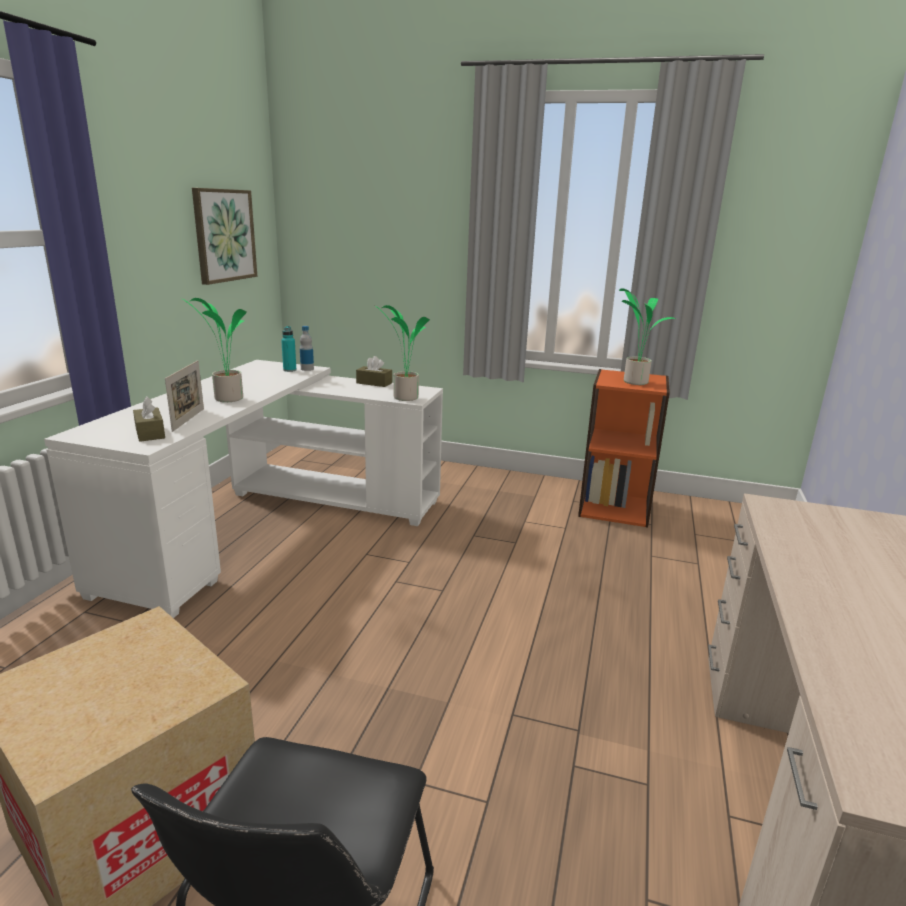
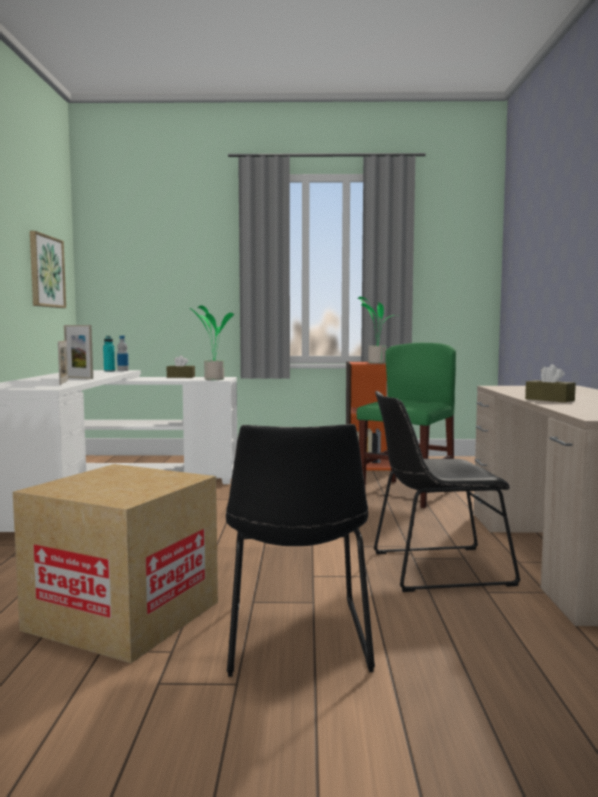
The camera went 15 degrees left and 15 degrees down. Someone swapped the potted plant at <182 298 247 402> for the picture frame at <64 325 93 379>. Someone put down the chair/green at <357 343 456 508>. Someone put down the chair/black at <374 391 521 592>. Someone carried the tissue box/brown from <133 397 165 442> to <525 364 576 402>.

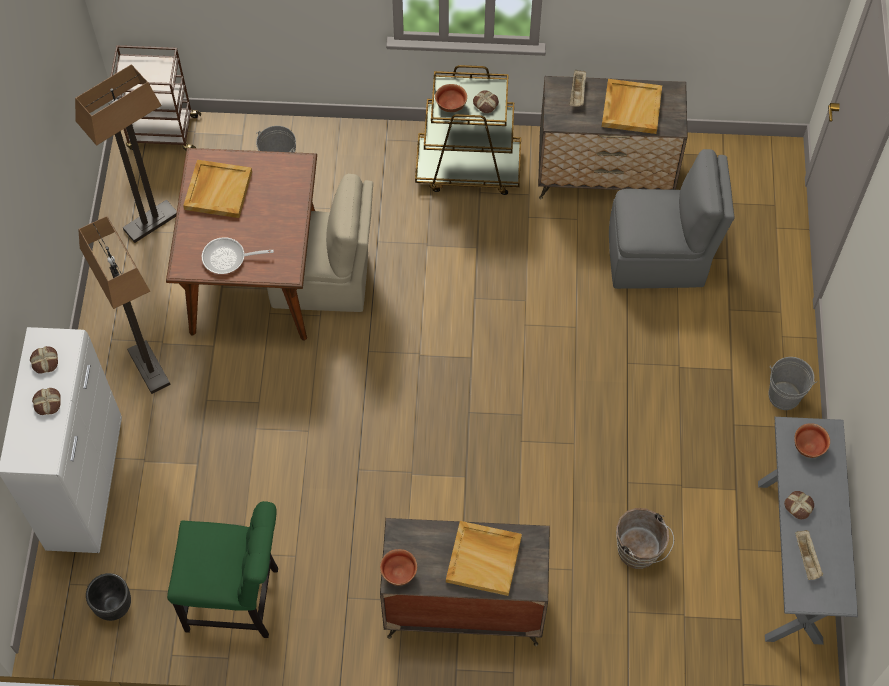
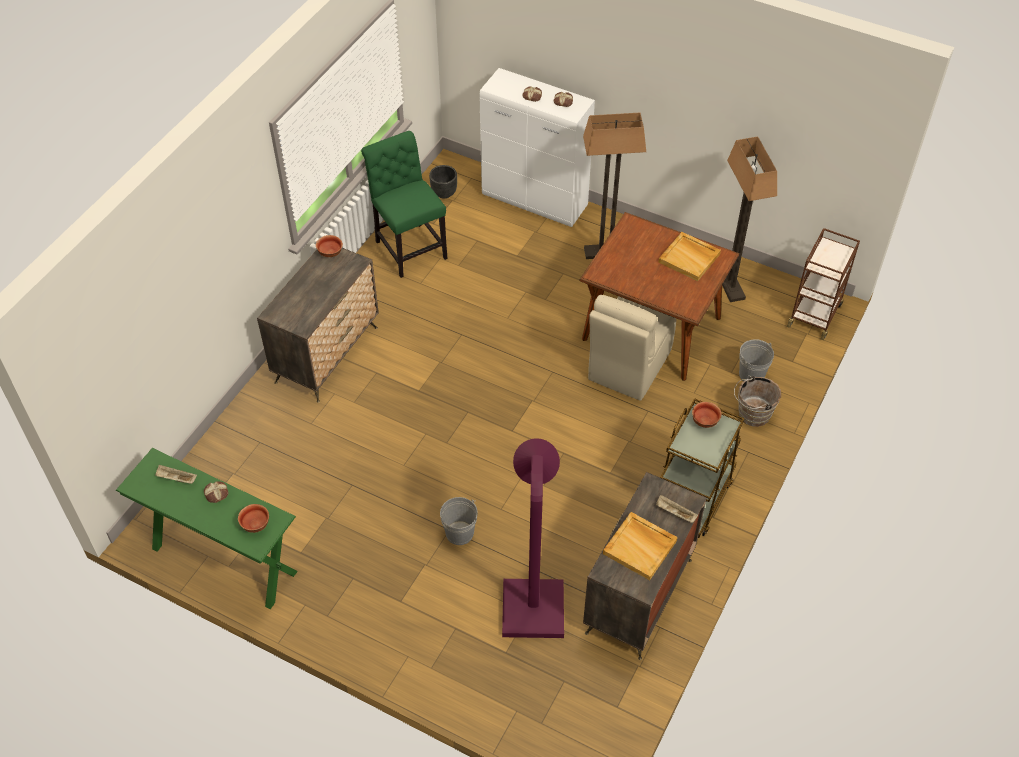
The camera went 115 degrees right and 10 degrees down. Someone repainted the console table/grey at <758 417 858 645>, which became the console table/green at <116 448 298 609>. Someone rotated the chair/green at <167 501 278 638> by 120 degrees clockwise. Someone carried the bucket/grey from <769 357 817 410> to <440 497 478 545>. Someone swapped the chair/grey at <609 149 735 289> for the floor lamp/purple at <502 438 564 638>. Someone carried the bucket/brown from <616 508 674 569> to <734 376 781 427>. Someone took away the frying pan at <202 237 274 274>. Someone took away the tray/beige at <446 521 522 596>. Someone took away the bread at <473 90 499 113>.

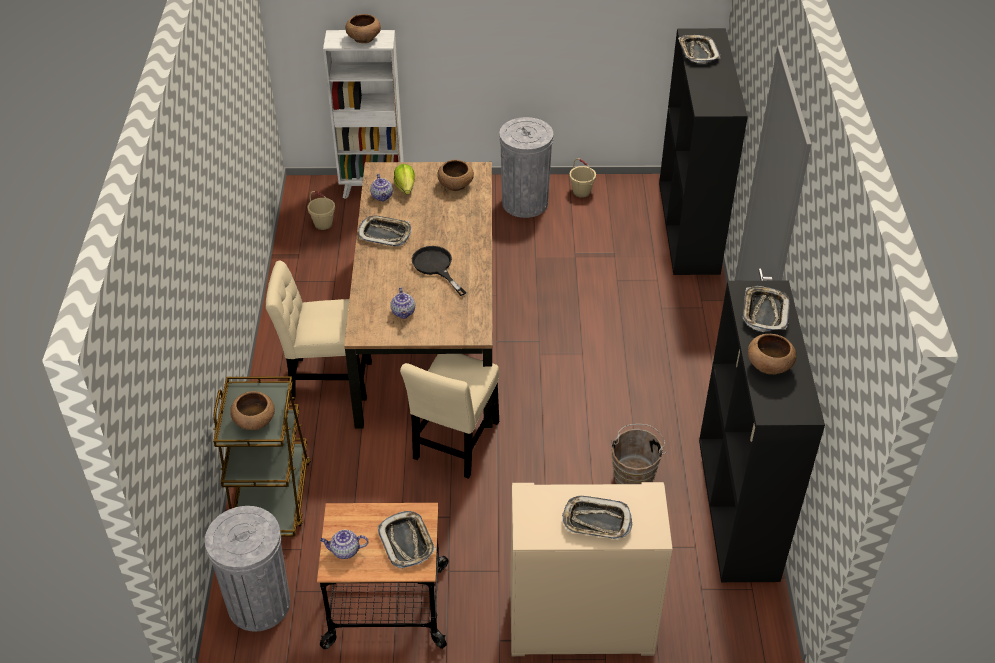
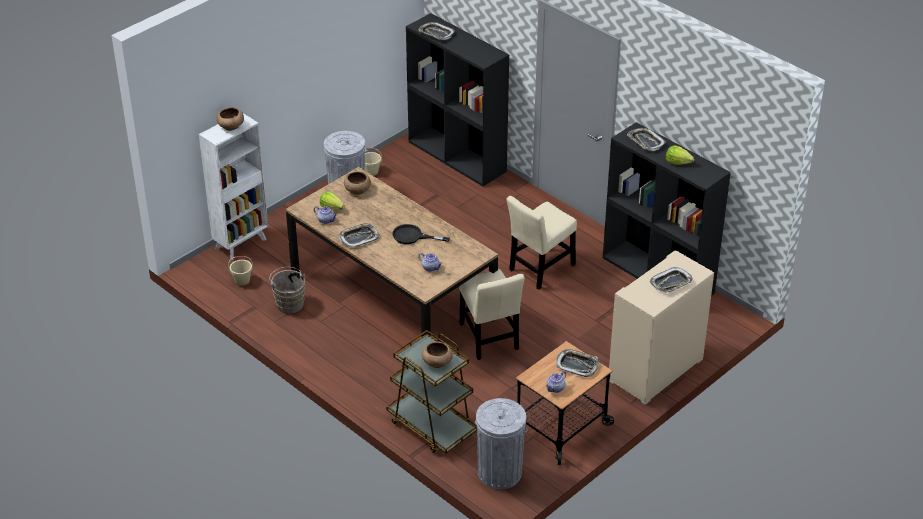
The camera went 45 degrees left and 5 degrees down. Someone carried the bucket/brown from <611 424 667 484> to <269 267 305 314>. Someone carried the chair/beige from <266 260 372 400> to <506 196 577 290>. Someone swapped the bowl/brown at <748 334 797 375> for the lettuce at <666 145 694 165>.

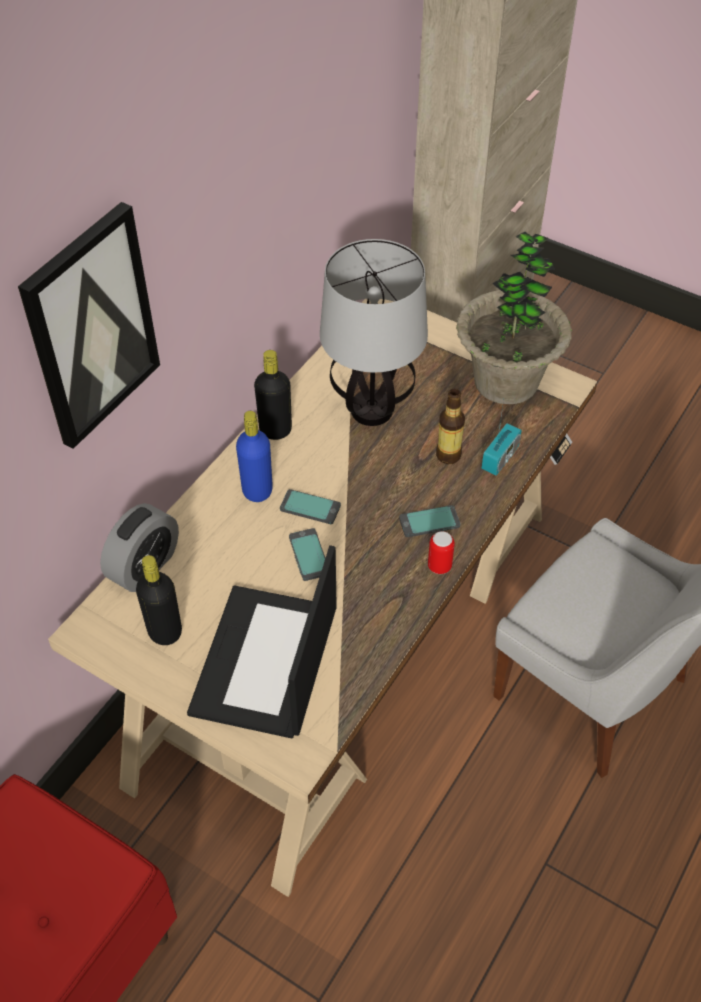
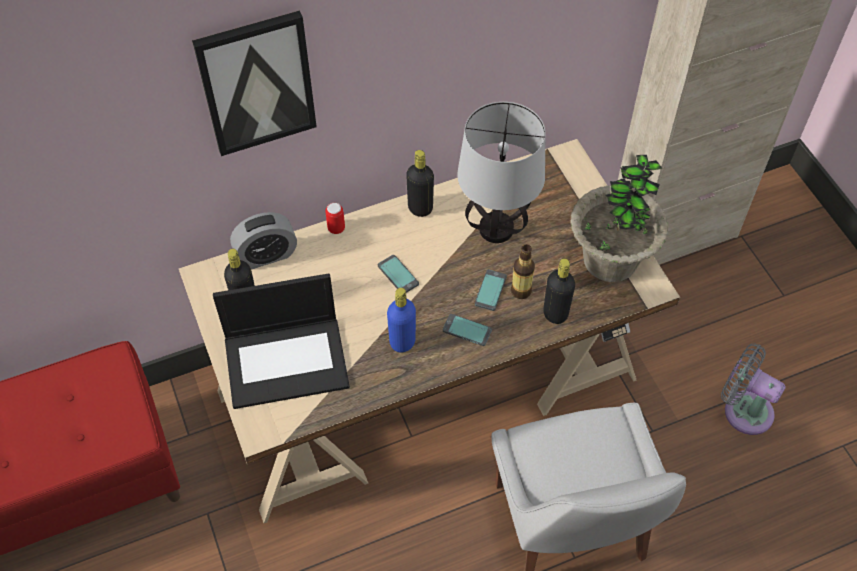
The camera went 35 degrees right and 5 degrees up. Someone rotated the laptop at <187 545 337 739> by 150 degrees counterclockwise. Someone carried the can from <428 531 455 574> to <325 203 345 234>. Someone carried the bottle/blue from <236 411 273 502> to <387 288 416 352>. Someone carried the phone from <289 528 325 581> to <475 270 507 311>. Someone swapped the radio at <482 401 522 476> for the bottle/black at <543 258 575 324>. Someone put down the fan/grey at <721 344 786 435>.

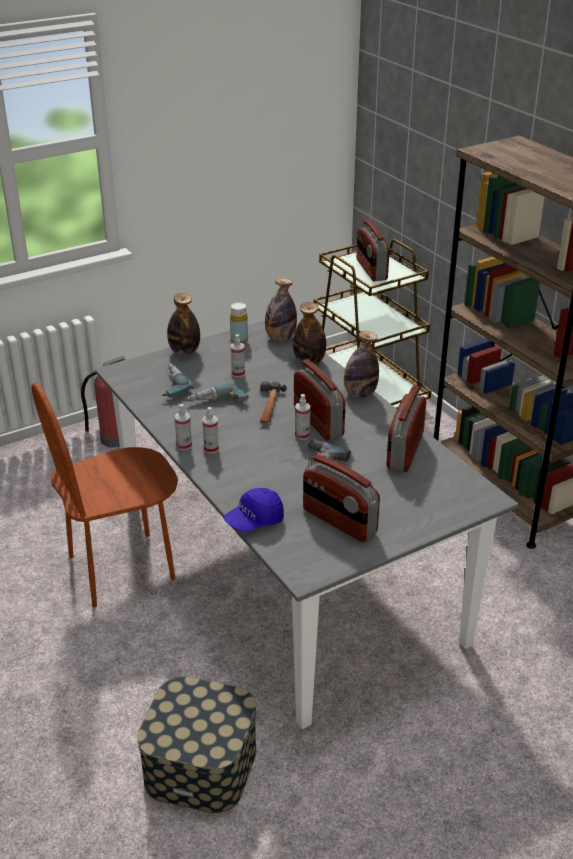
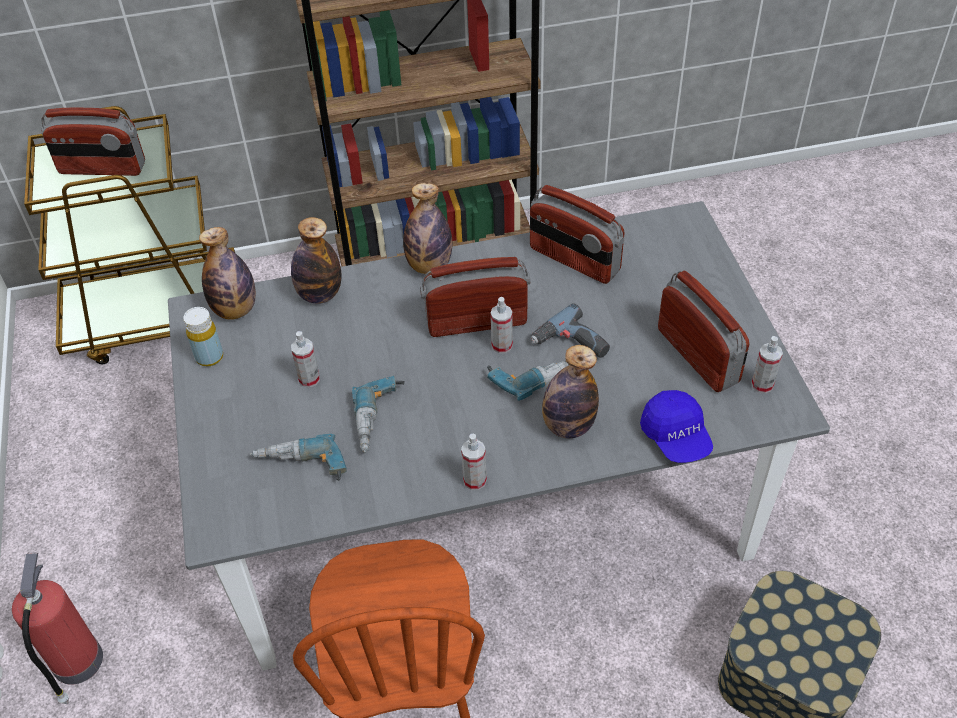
The camera went 70 degrees left and 15 degrees up. Someone put down the power drill at <487 360 569 401>. Someone carried the bottle from <167 293 200 356> to <542 345 599 438>. Someone rotated the radio at <303 454 380 542> by 90 degrees counterclockwise. Someone carried the spray bottle from <202 407 219 454> to <751 336 783 393>. Someone took away the hammer at <260 381 287 423>.

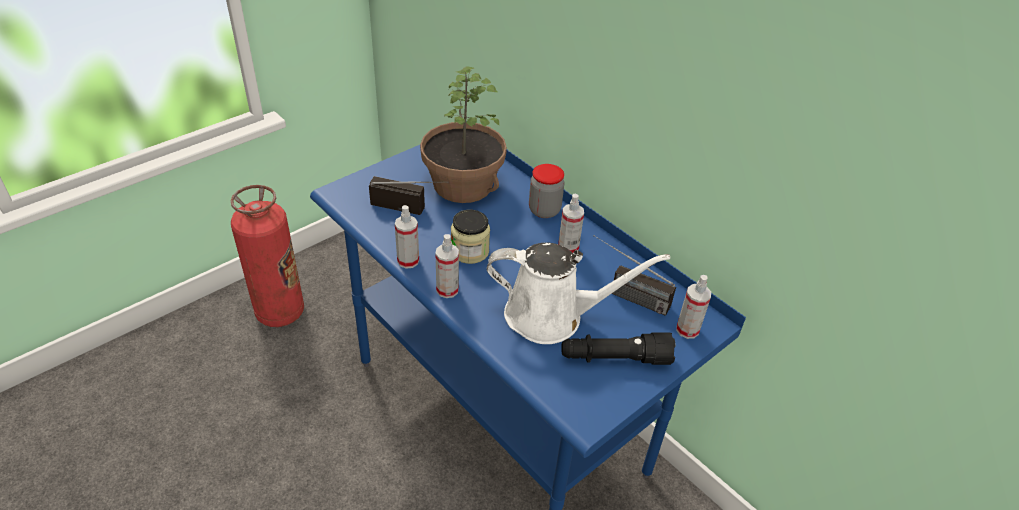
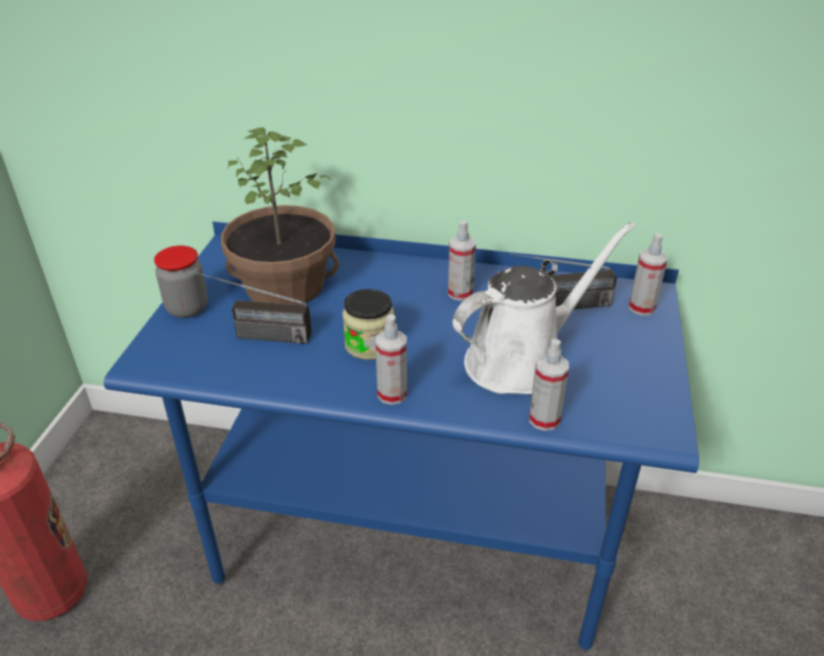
The camera went 35 degrees left and 5 degrees down. Someone carried the jar from <529 164 564 218> to <154 246 208 318>. Someone rotated the radio at <369 176 448 215> by 150 degrees counterclockwise. Someone carried the spray bottle from <395 205 419 269> to <529 339 569 431>. Someone took away the flashlight/black at <561 333 676 365>.

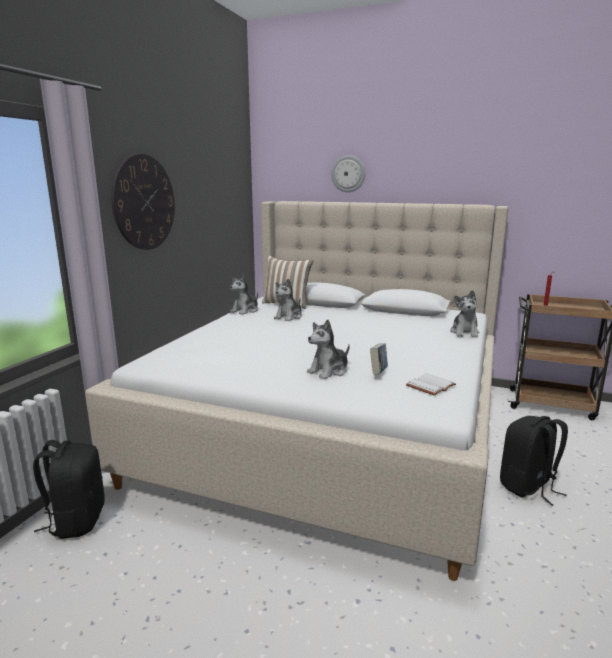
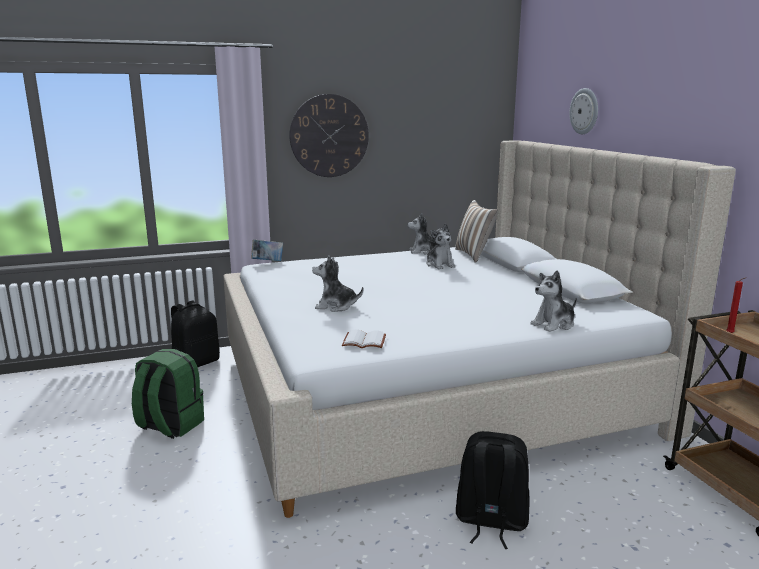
The camera went 50 degrees right and 0 degrees up. Someone put down the backpack/green at <132 349 204 439>. Someone carried the book from <370 343 388 375> to <251 239 283 261>. Someone rotated the plush toy at <274 278 302 321> by 105 degrees counterclockwise.

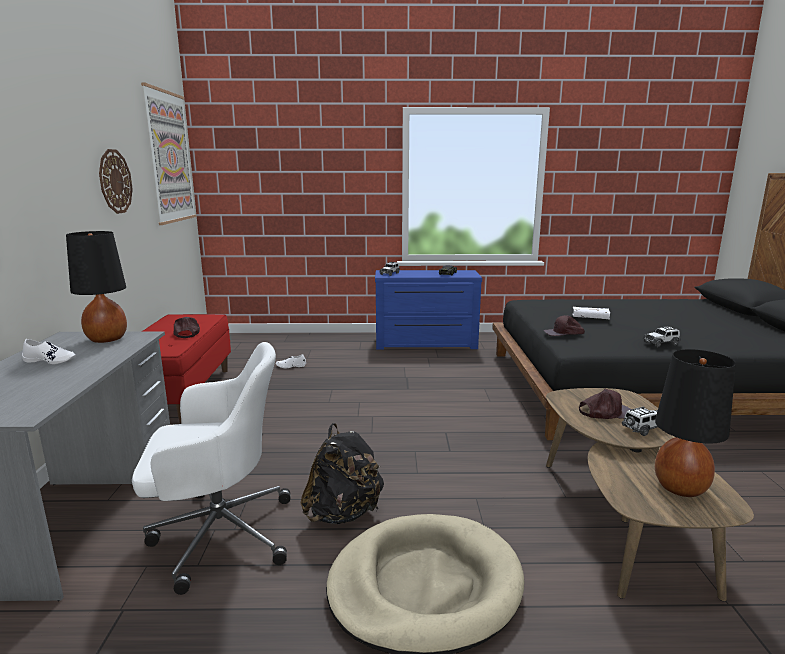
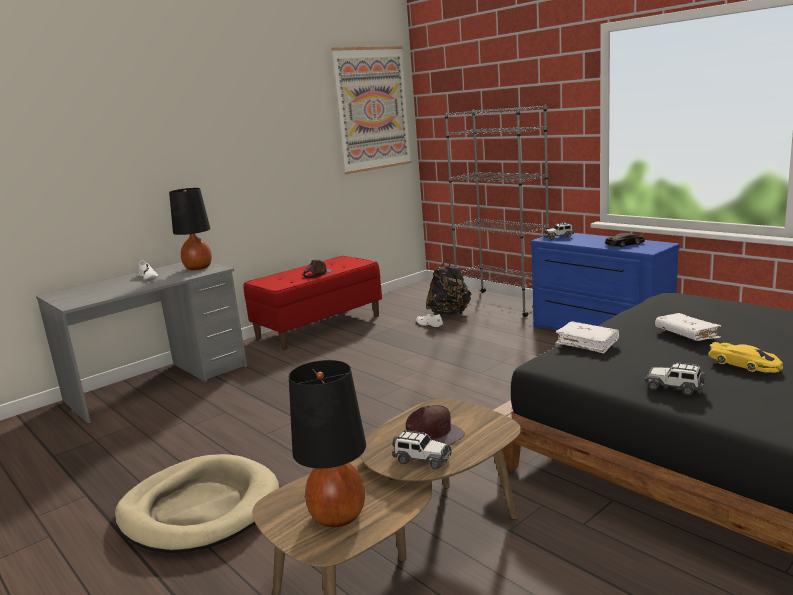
The camera went 50 degrees right and 0 degrees up. Someone carried the backpack/black from <300 423 384 524> to <426 260 471 315>. Someone put down the bookcase/grey at <445 105 549 317>. Someone swapped the cap/brown at <544 315 585 336> for the book/white at <556 321 619 353>. Someone put down the toy car/yellow at <708 342 783 373>. Someone took away the wall clock at <99 149 133 214>. Someone took away the office chair/white at <132 342 291 595>.

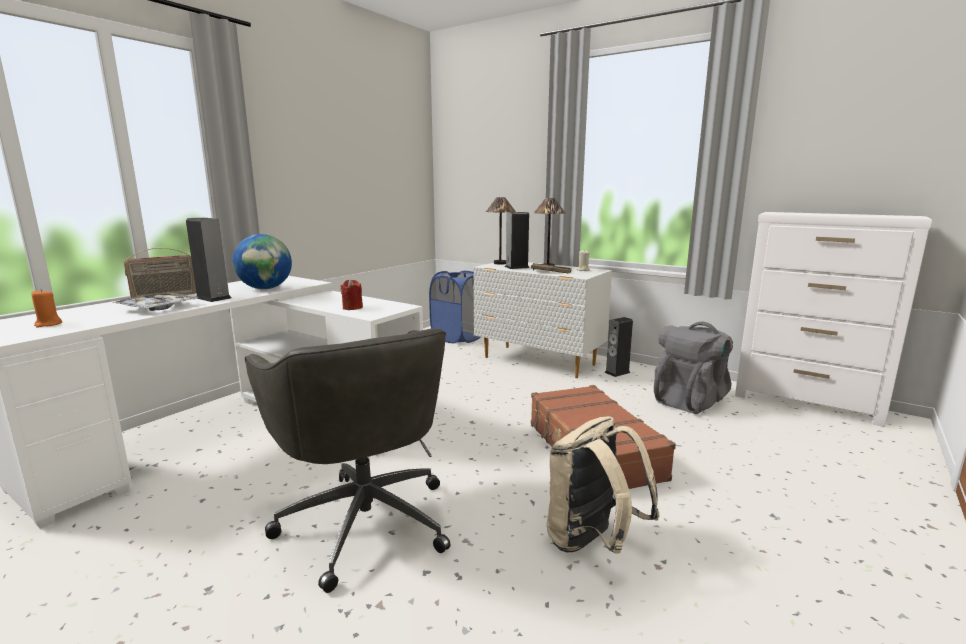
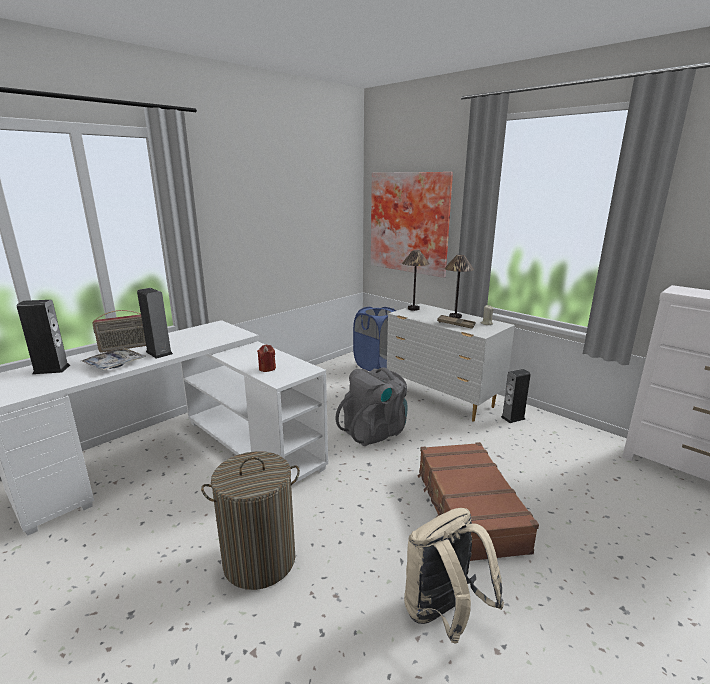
The camera went 10 degrees right and 5 degrees up. Someone carried the speaker from <505 212 529 269> to <17 300 70 374>. Someone swapped the office chair/grey at <245 328 450 593> for the laundry basket at <201 451 300 590>. Someone carried the backpack/grey from <654 322 733 414> to <335 367 407 446>. Someone put up the picture at <371 172 453 278>. Someone took away the candle/orange at <31 289 62 328>. Someone took away the globe at <233 234 292 289>.

